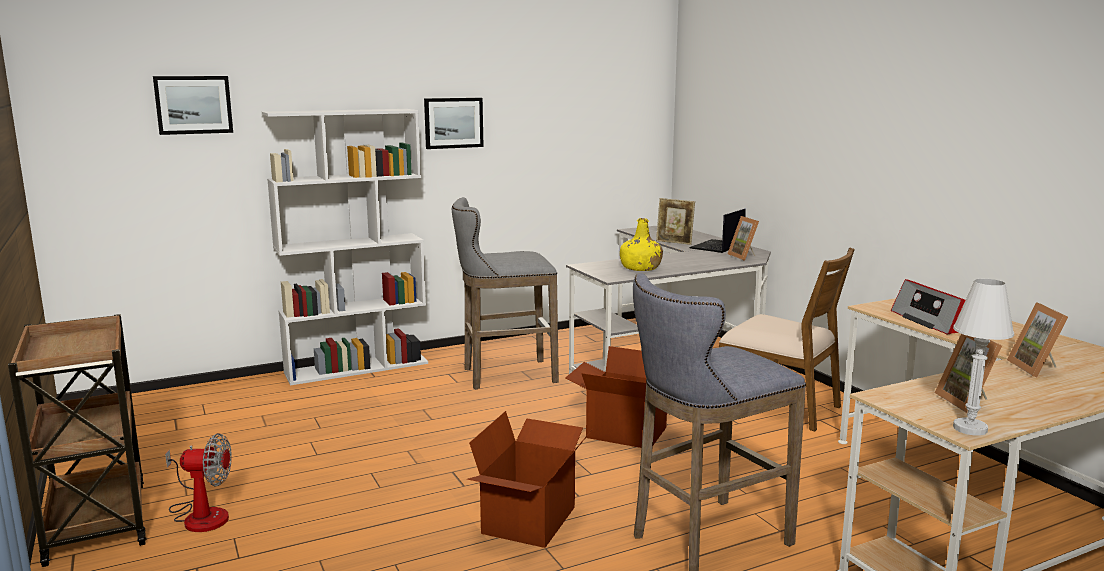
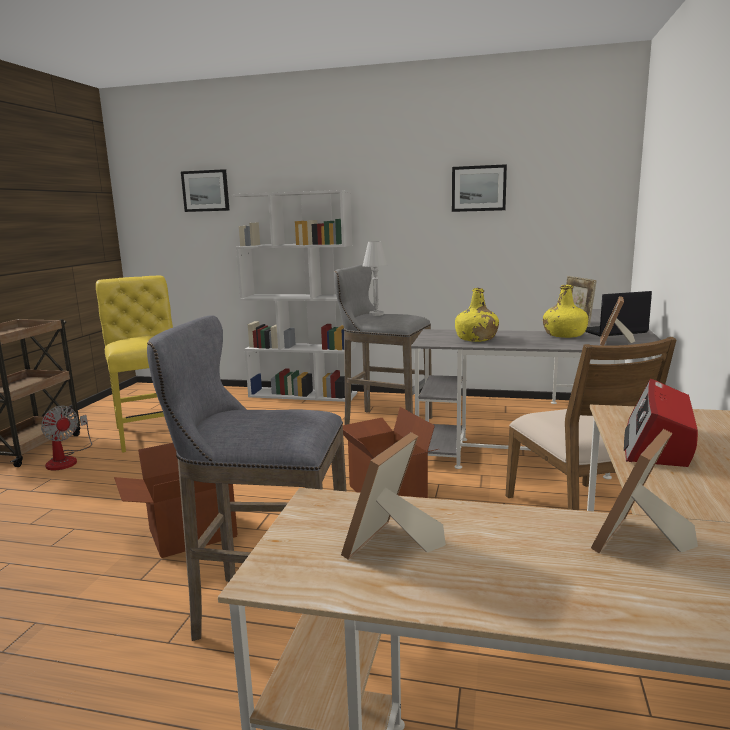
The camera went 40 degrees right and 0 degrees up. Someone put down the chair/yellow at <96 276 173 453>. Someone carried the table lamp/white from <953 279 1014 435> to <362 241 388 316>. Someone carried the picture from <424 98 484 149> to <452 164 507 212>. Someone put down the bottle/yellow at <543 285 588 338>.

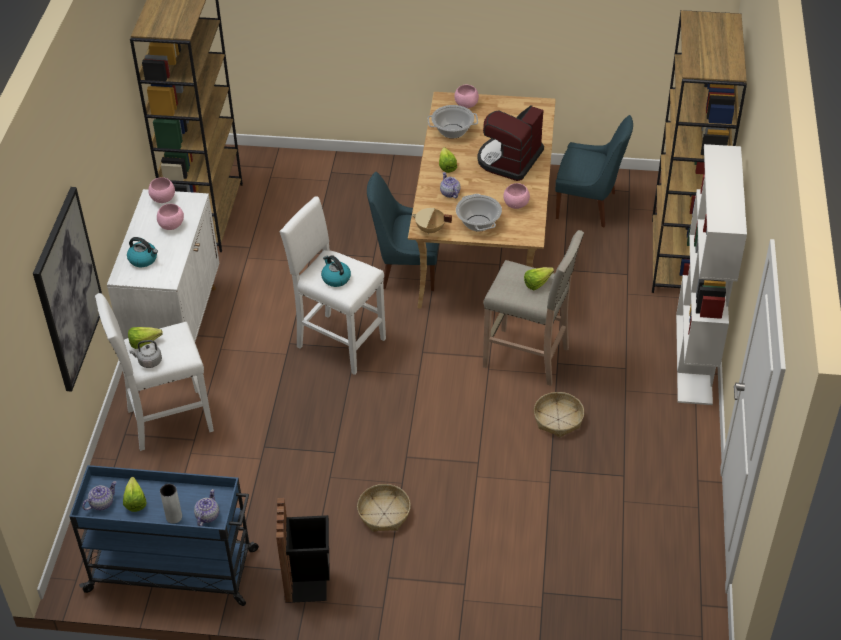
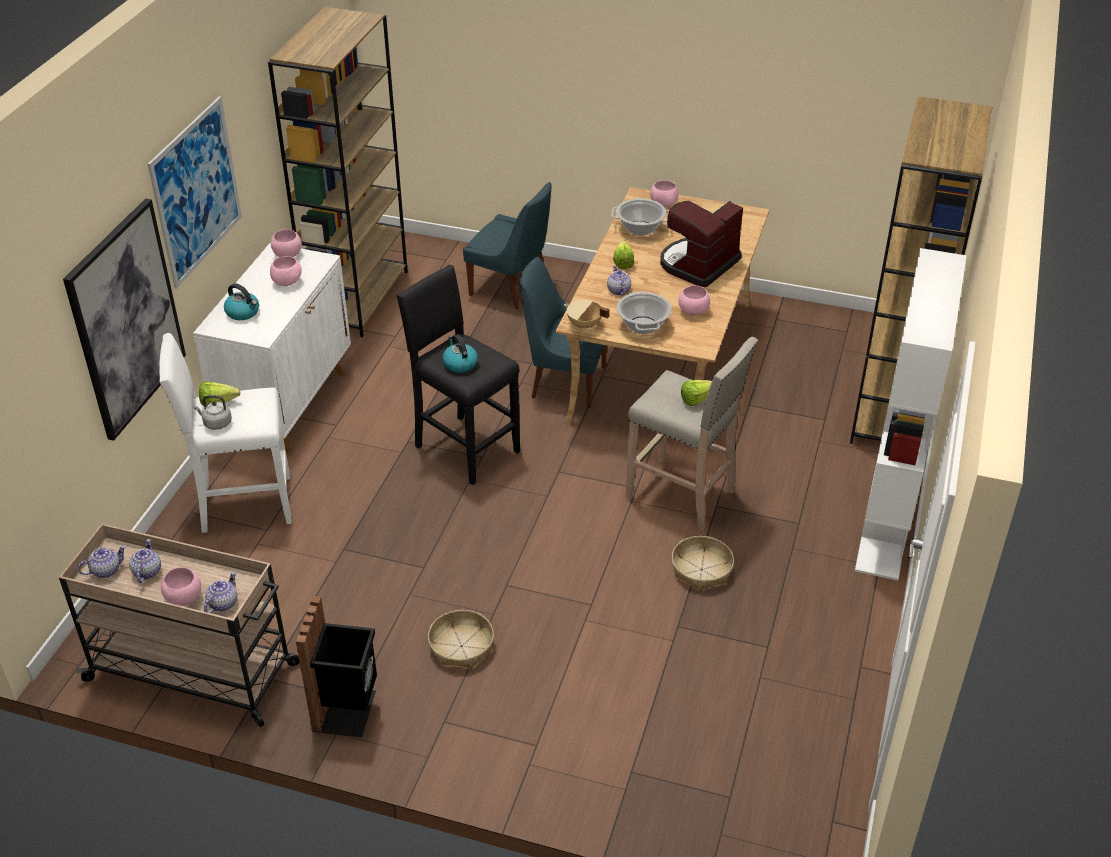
The camera went 10 degrees right and 5 degrees down. Someone repainted the cart/blue at <69 465 259 606>, which became the cart/beige at <59 524 300 727>. Someone swapped the lettuce at <123 477 147 512> for the teapot at <129 539 161 583>. Someone put up the picture at <148 96 242 289>. Someone swapped the vase/grey at <160 484 182 524> for the bowl/pink at <161 567 201 606>. Someone repainted the stool/white at <279 196 386 375>, which became the stool/black at <396 265 520 485>. Someone carried the chair/blue from <555 115 633 227> to <463 182 552 310>.

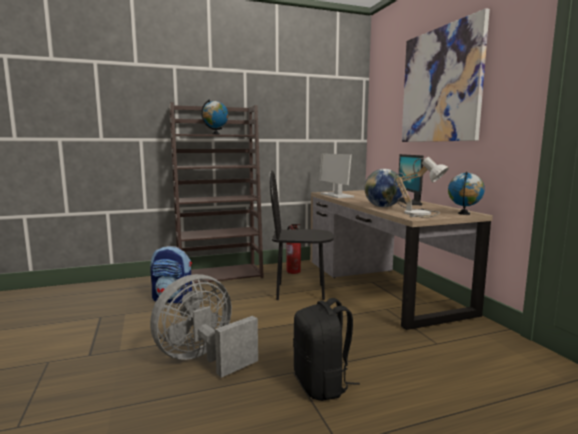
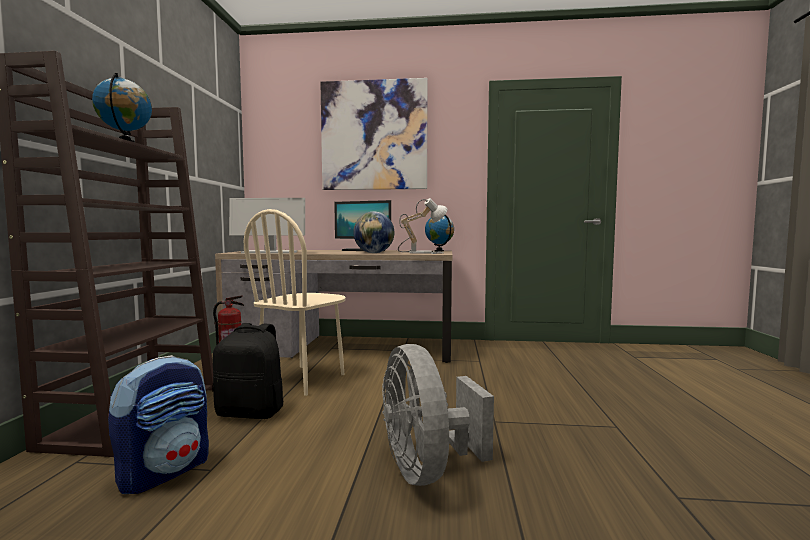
The camera went 65 degrees left and 5 degrees down. Someone carried the backpack/black from <293 298 360 401> to <212 323 284 419>. Someone repainted the chair/black at <269 170 334 300>, which became the chair/beige at <244 209 346 396>.

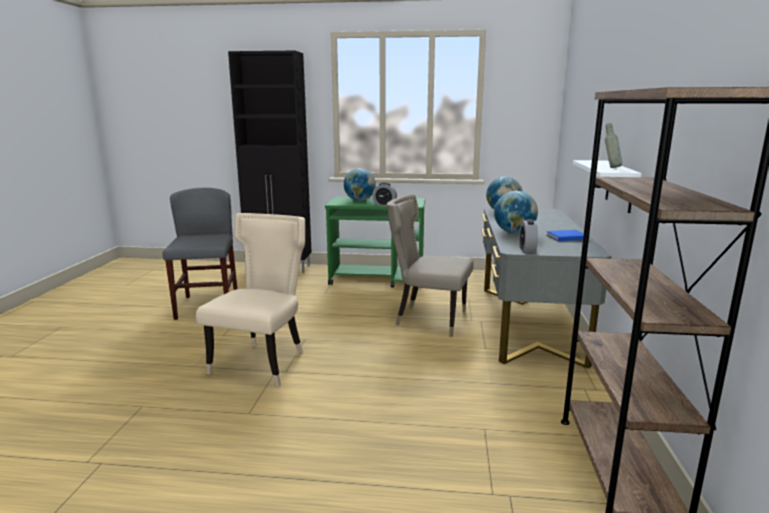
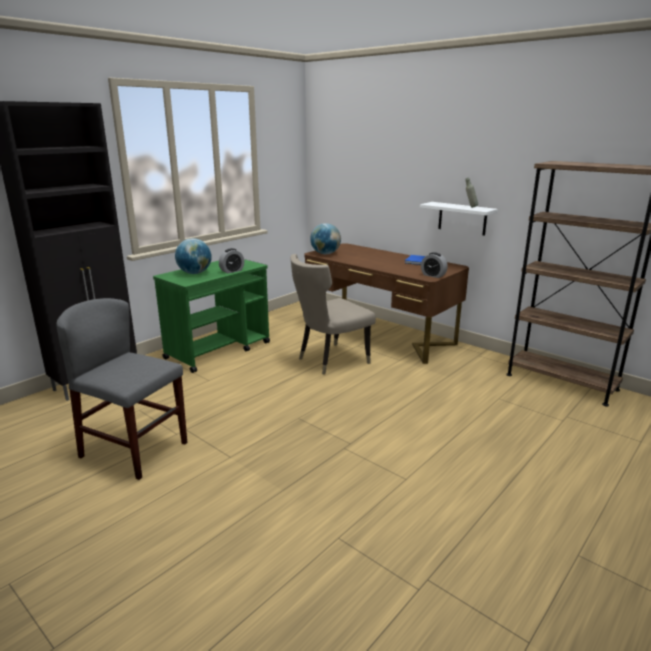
The camera went 55 degrees left and 5 degrees up. Someone repainted the desk/grey at <481 208 612 369>, which became the desk/brown at <304 243 469 364>. Someone took away the chair/beige at <196 213 305 387>. Someone took away the globe at <494 191 538 233>.

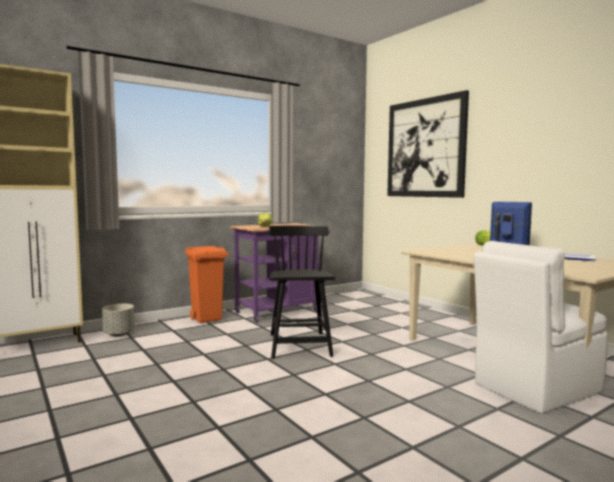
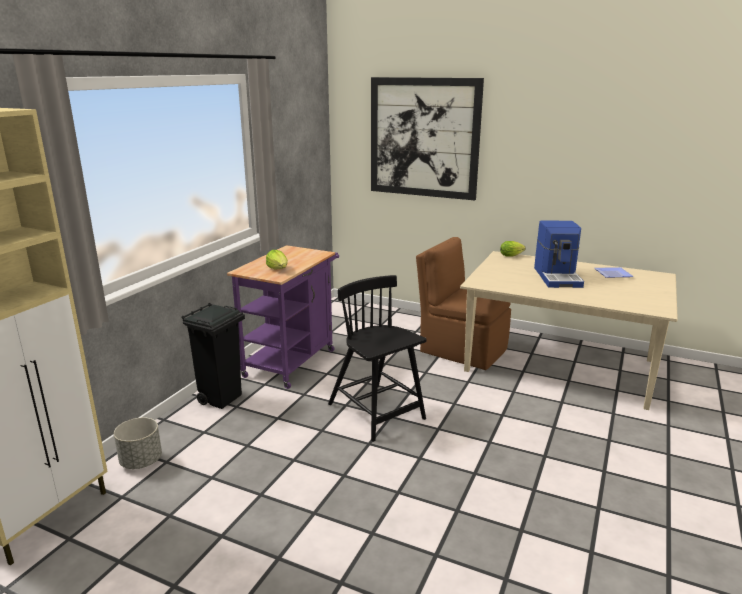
The camera went 30 degrees left and 15 degrees up. Someone repainted the trash can/orange at <185 245 228 323>, which became the trash can/black at <182 303 245 409>. Someone put down the chair/brown at <416 237 511 370>. Someone took away the chair/white at <473 241 608 413>.

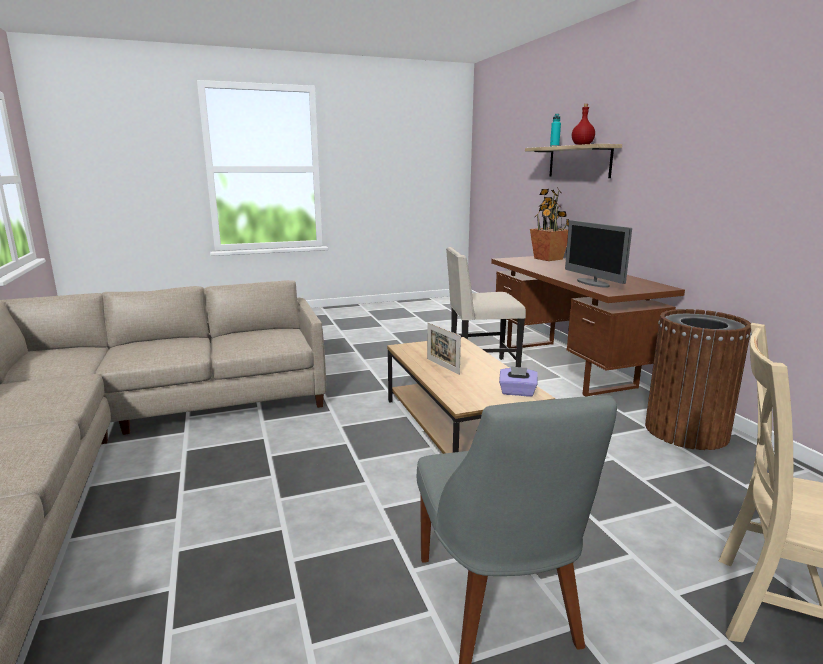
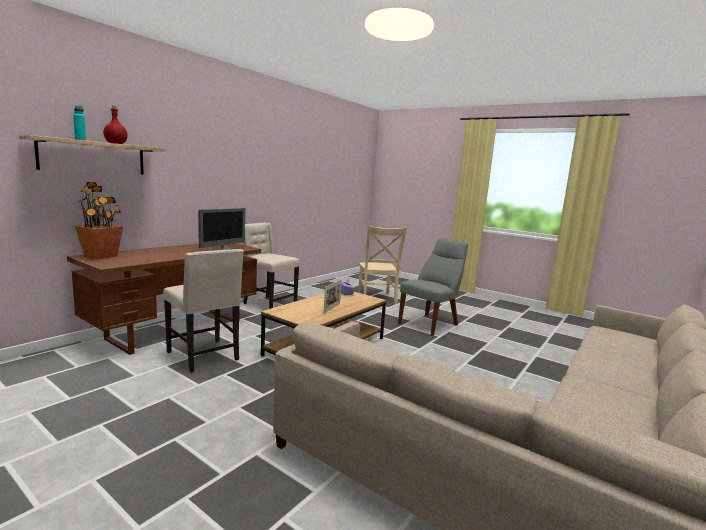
The camera went 125 degrees left and 5 degrees down. Someone swapped the trash can/brown at <645 309 752 450> for the chair/beige at <243 223 300 309>.

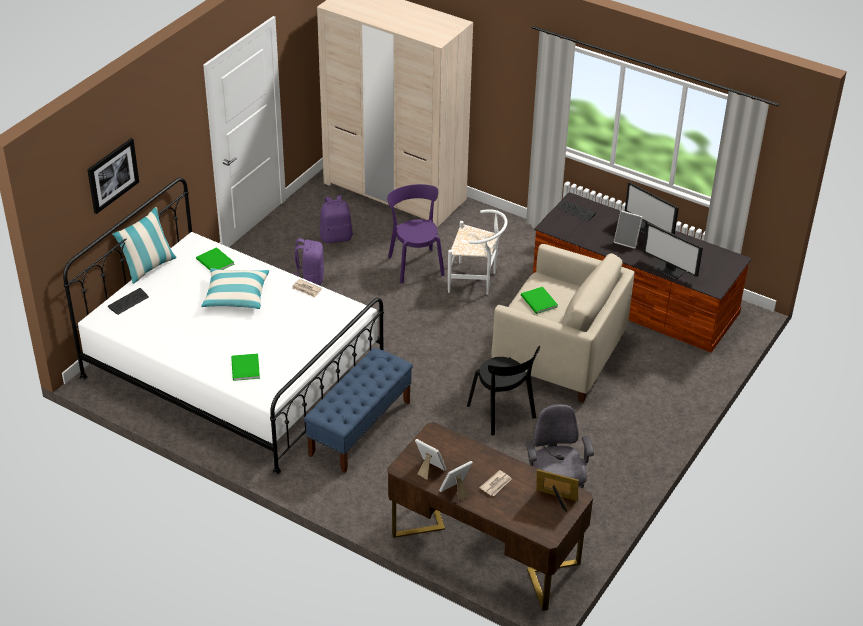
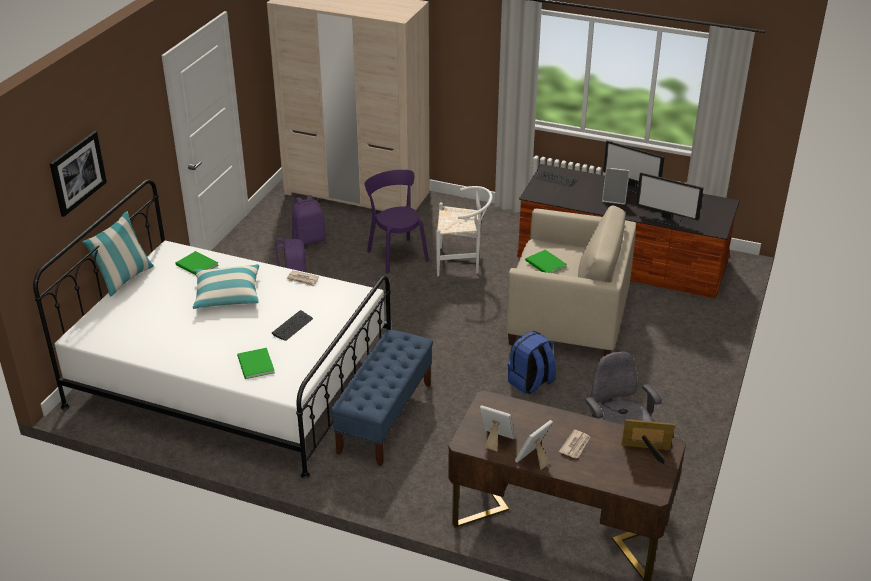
The camera went 10 degrees left and 5 degrees down. Someone carried the keyboard from <108 288 149 315> to <272 310 313 341>. Someone swapped the chair/black at <467 346 540 436> for the backpack/blue at <508 331 556 394>.

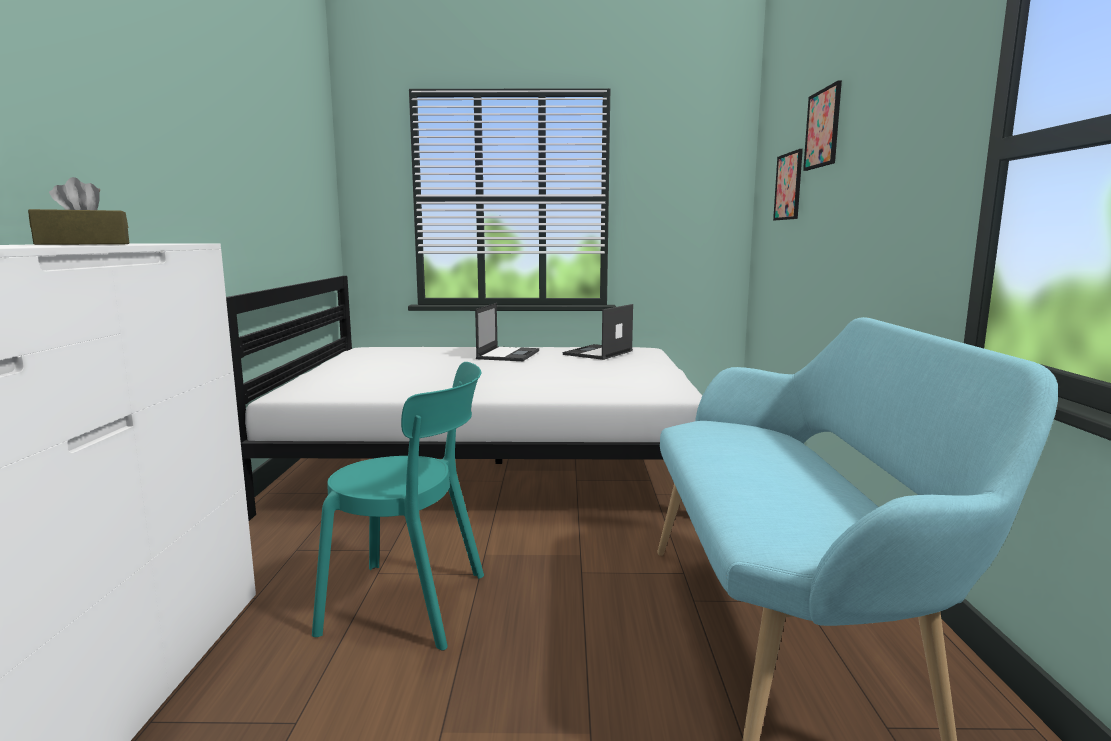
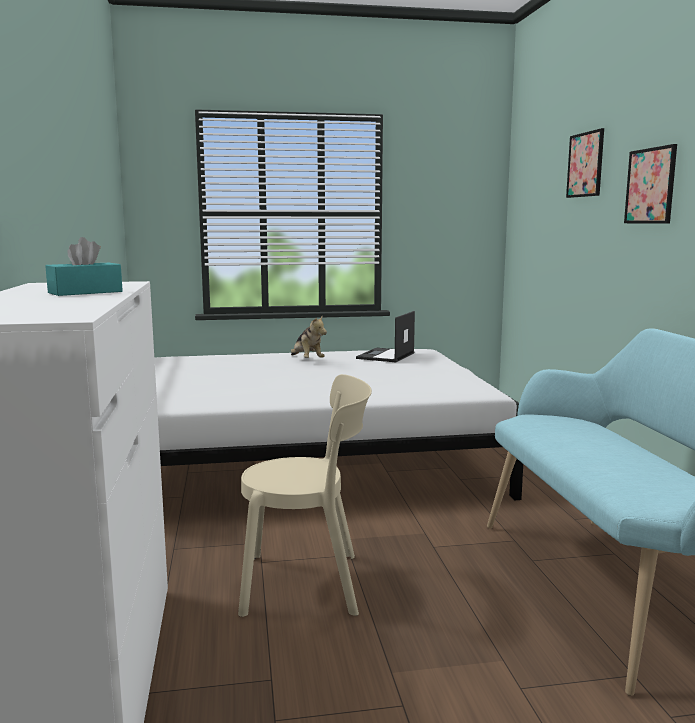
The camera went 10 degrees left and 0 degrees up. Someone repainted the tissue box/brown at <28 177 129 245>, which became the tissue box/turquoise at <45 237 123 296>. Someone repainted the chair/turquoise at <312 362 484 651>, which became the chair/beige at <238 374 372 617>. Someone swapped the laptop at <475 303 539 361> for the plush toy at <291 315 327 358>. Someone carried the picture from <773 149 803 220> to <624 144 677 224>.

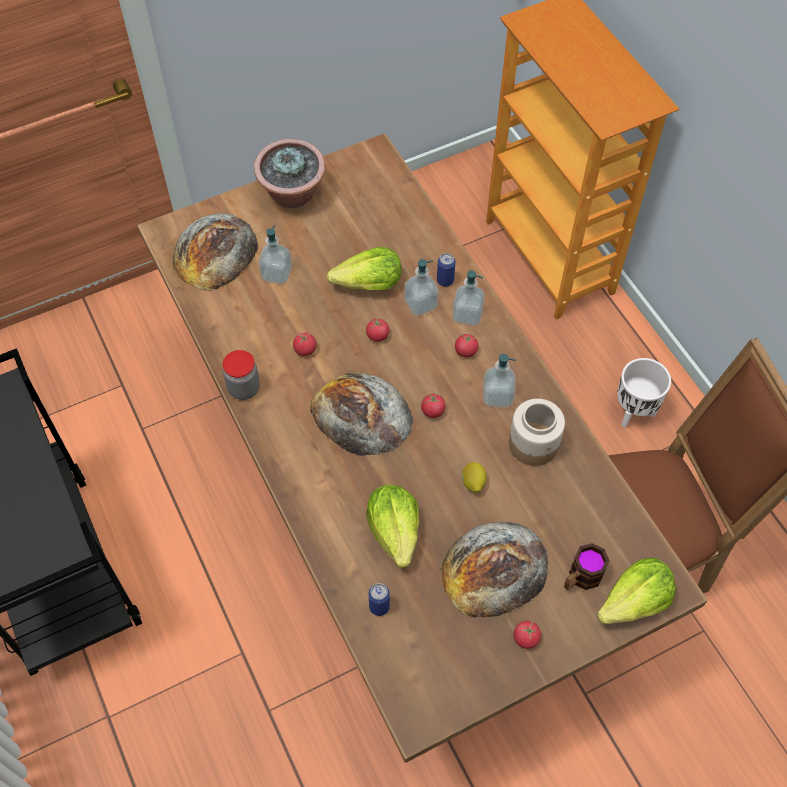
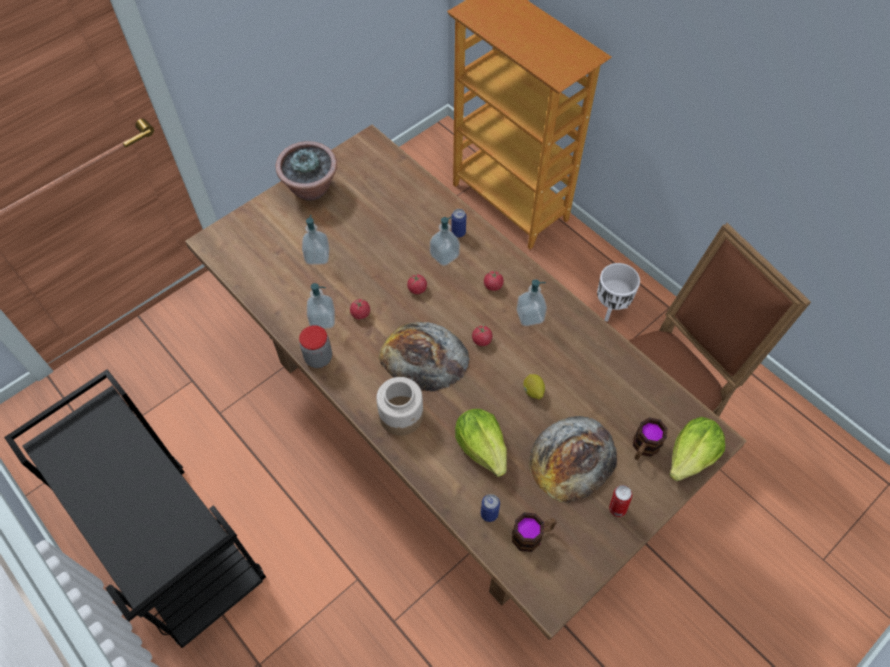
The camera went 15 degrees left and 0 degrees up. Someone carried the soap dispenser from <452 270 485 326> to <307 283 335 329>. Someone carried the jar from <509 399 565 466> to <376 377 423 435>. Someone put down the mug at <512 512 557 552>. Someone swapped the tomato at <513 621 541 649> for the can at <609 485 632 517>. Someone took away the bread at <173 213 258 291>. Someone took away the lettuce at <327 247 401 290>.

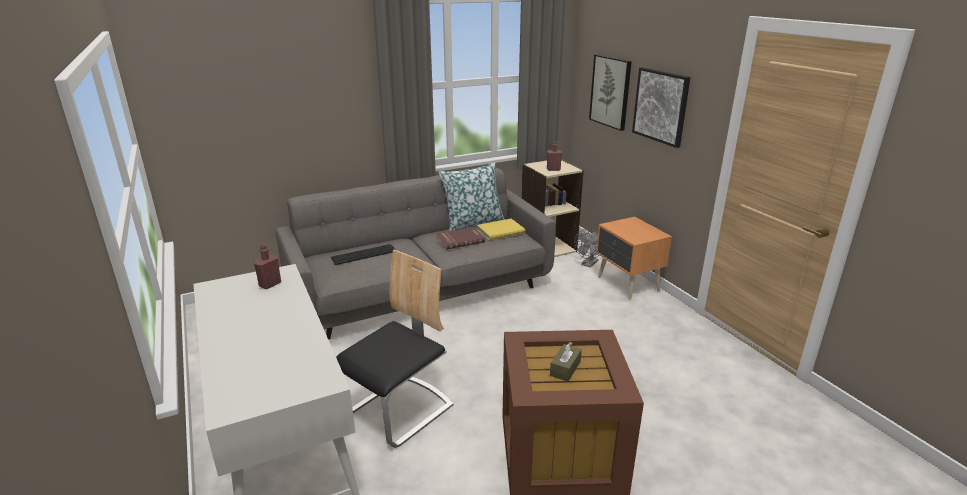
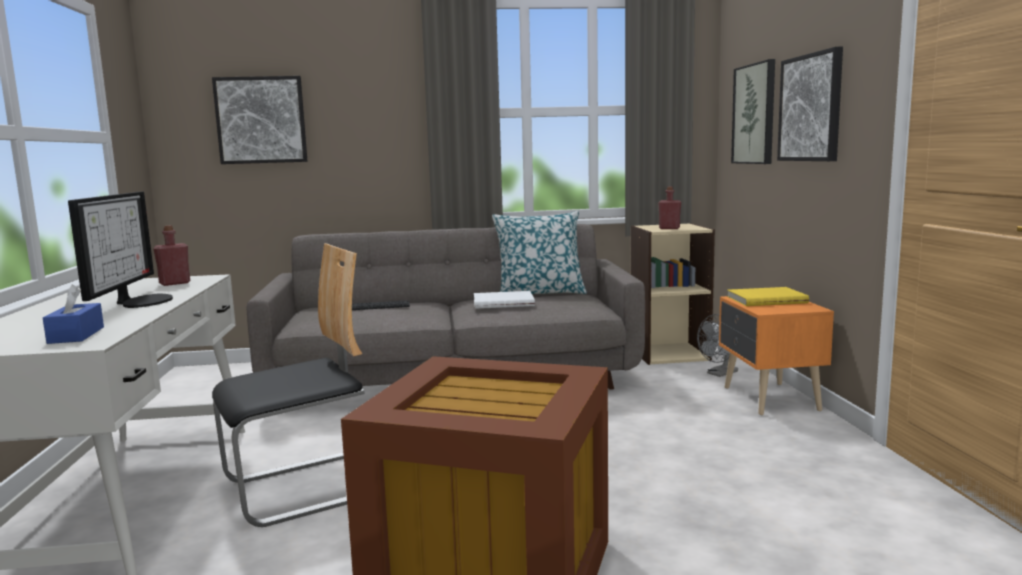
The camera went 20 degrees right and 15 degrees down. Someone put down the tissue box/blue at <43 285 104 344>. Someone put down the monitor at <68 192 173 308>. Someone put up the picture at <212 76 308 164>. Someone repainted the book/red at <436 227 485 250>, which became the book/white at <474 291 535 309>. Someone carried the book/yellow from <477 219 525 240> to <727 287 809 306>. Someone took away the tissue box/brown at <550 342 582 381>.

